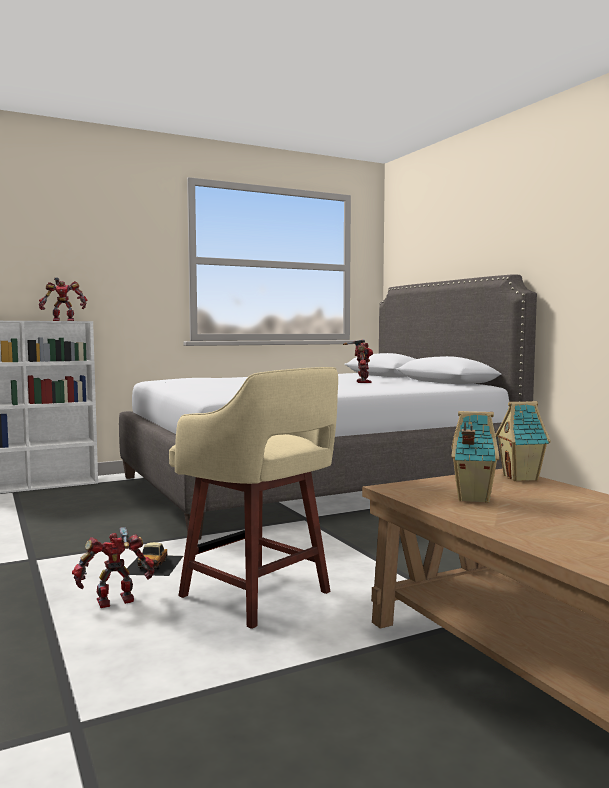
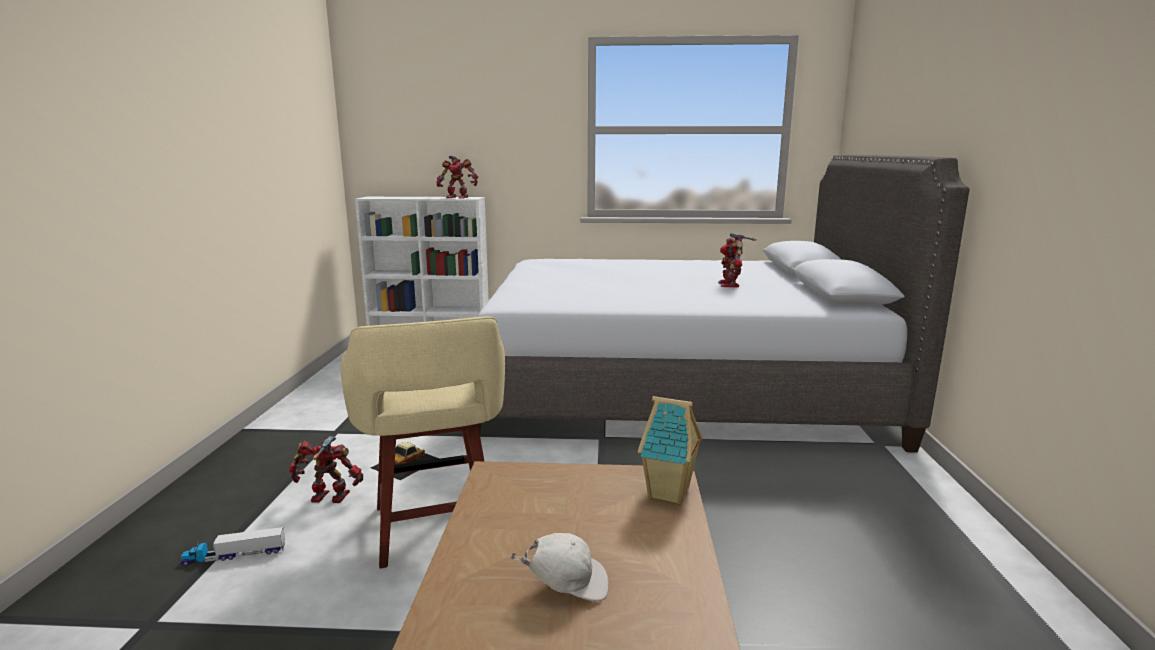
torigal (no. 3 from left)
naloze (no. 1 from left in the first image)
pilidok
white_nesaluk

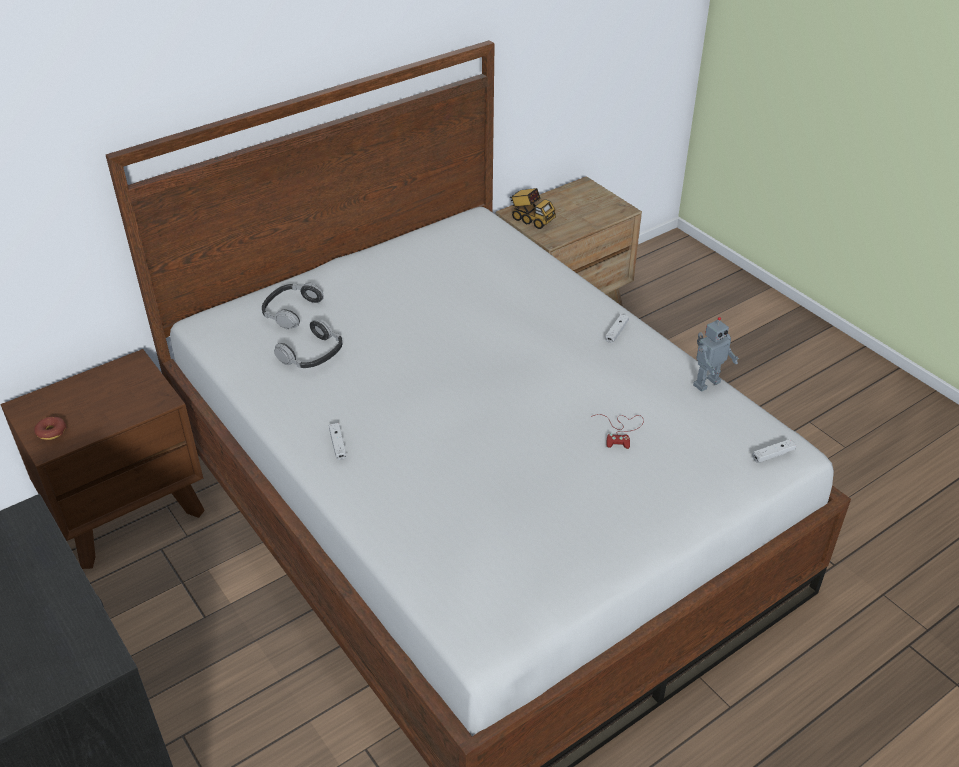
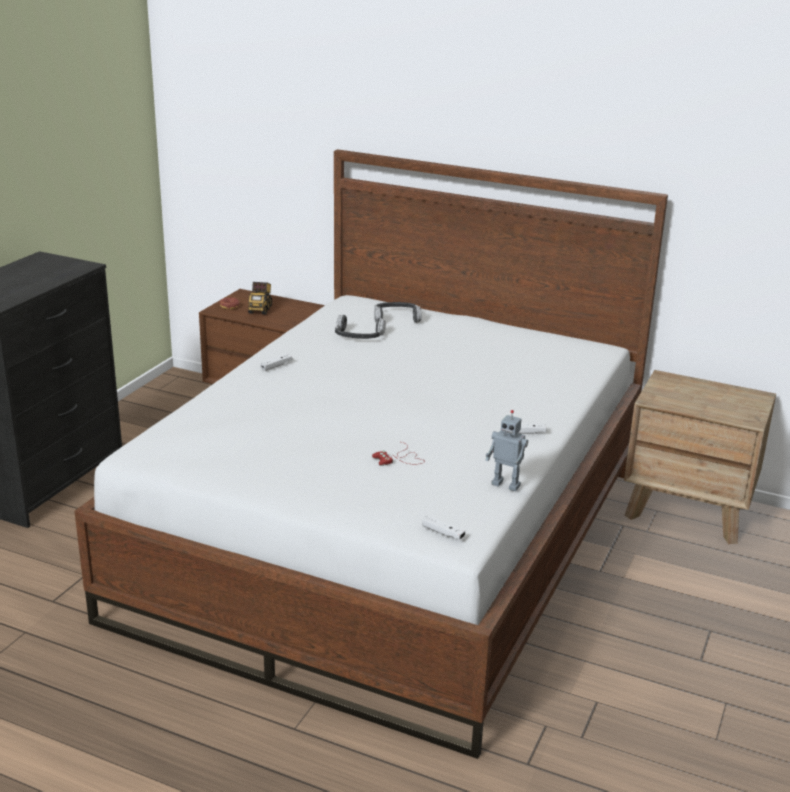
pilidok

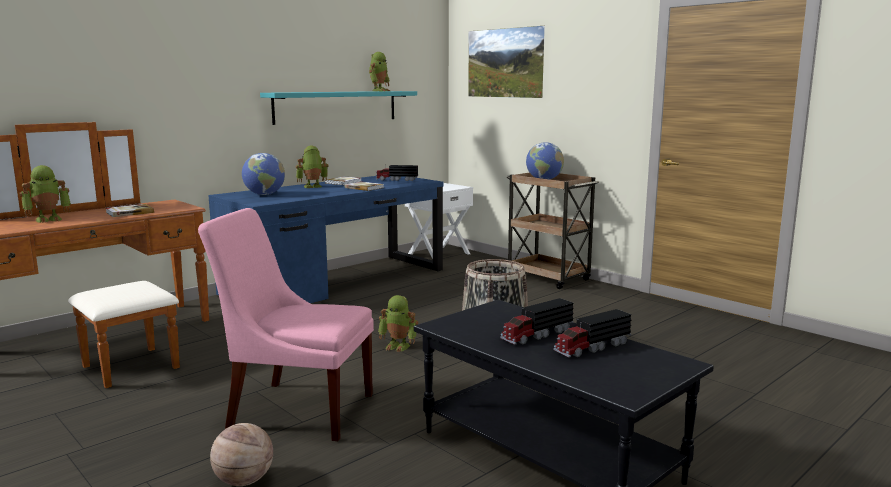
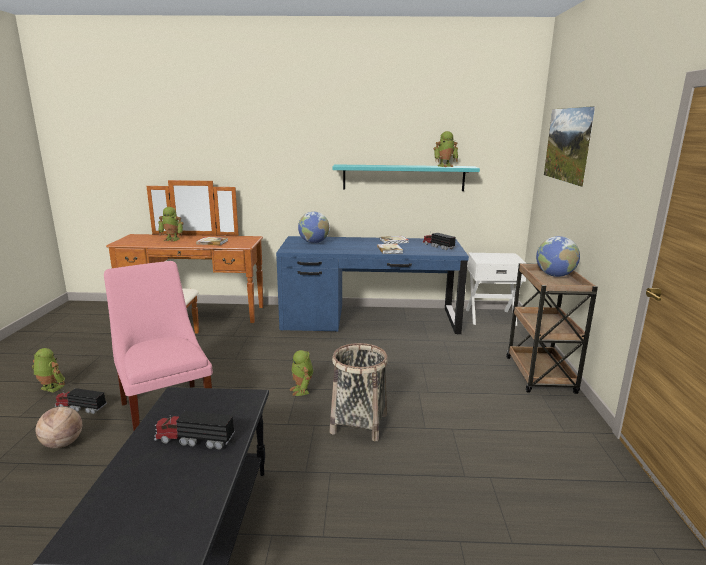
torigal (no. 1 from left)
pilidok (no. 1 from left)

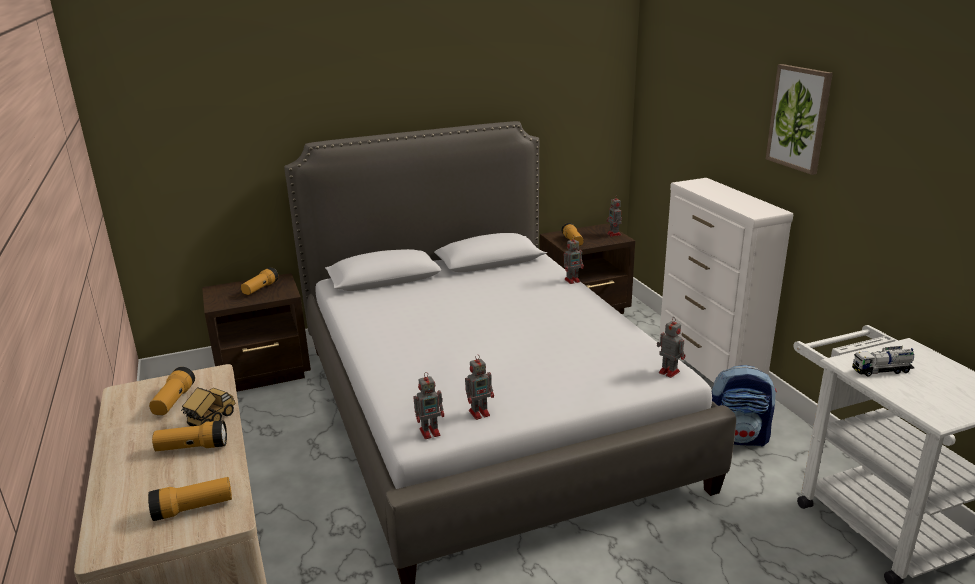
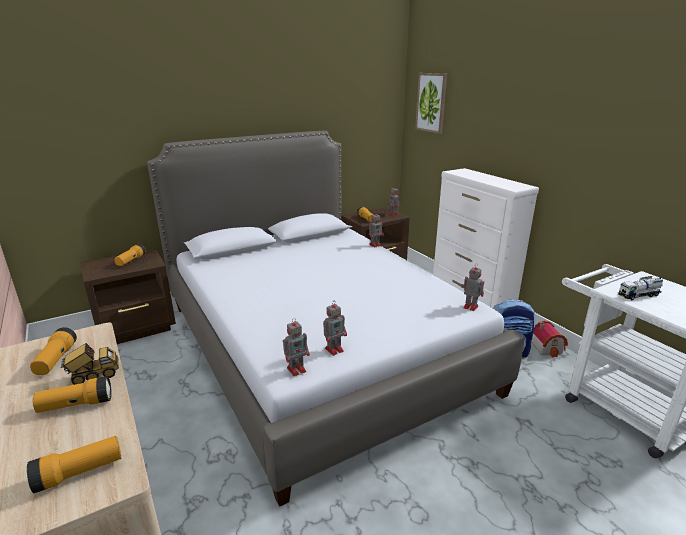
pilidok (no. 1 from left)
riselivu
naloze

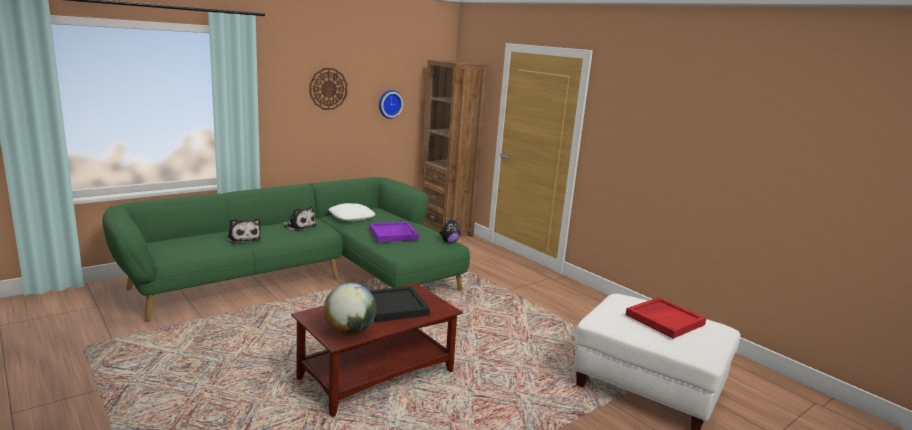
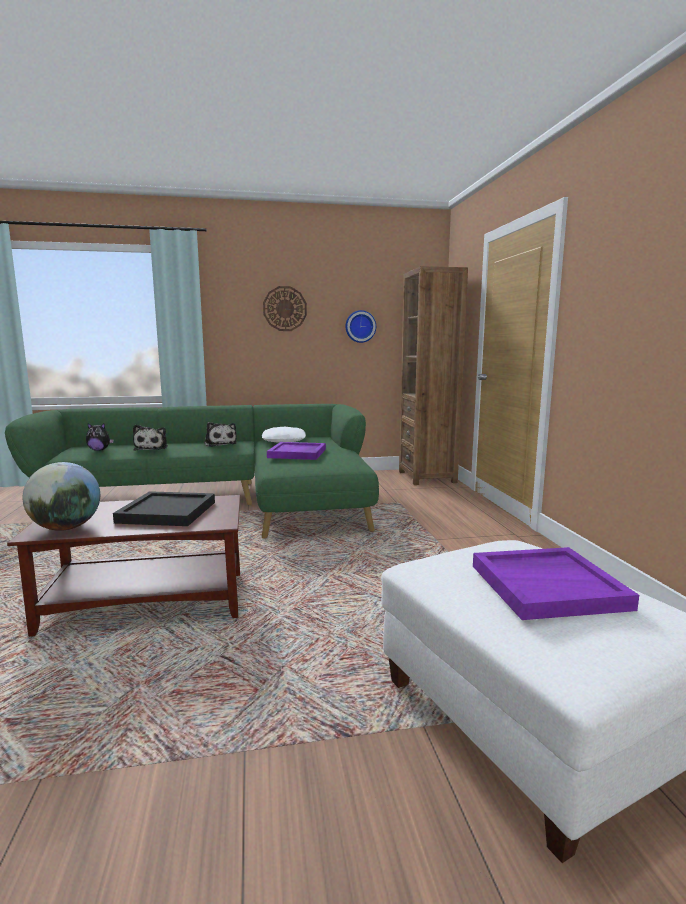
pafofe (no. 1 from left)
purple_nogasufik (no. 2 from left)

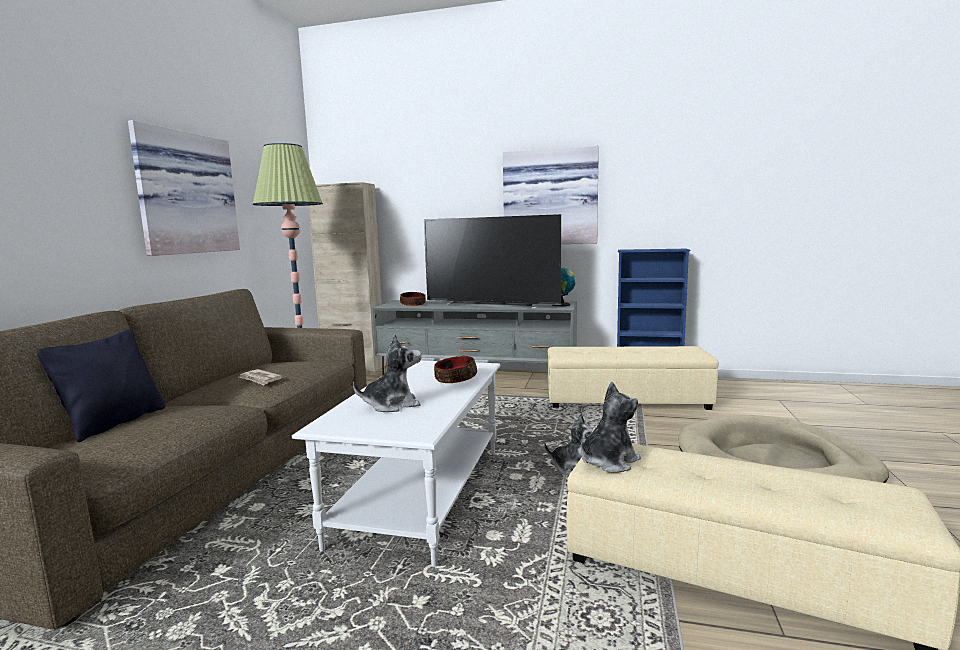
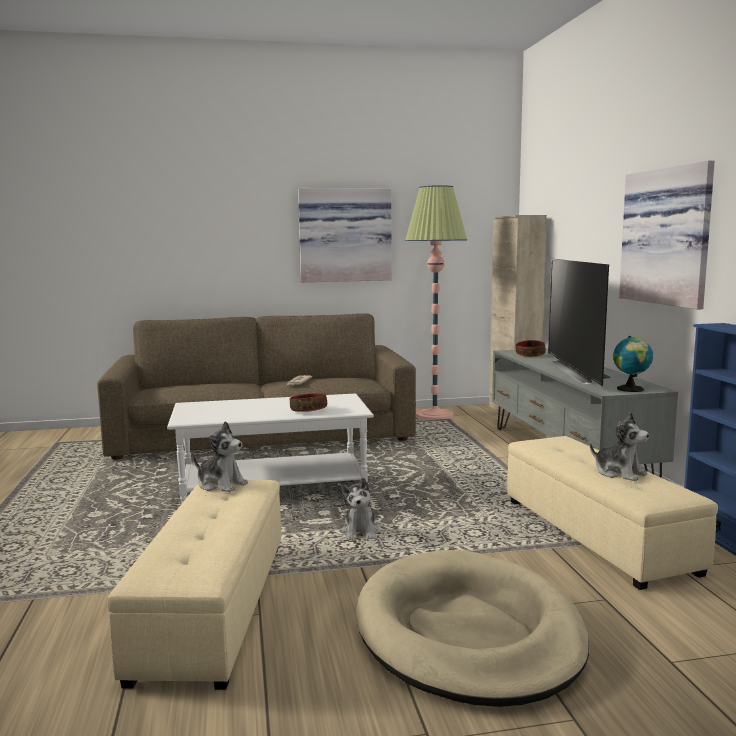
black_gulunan
pafofe (no. 3 from left)

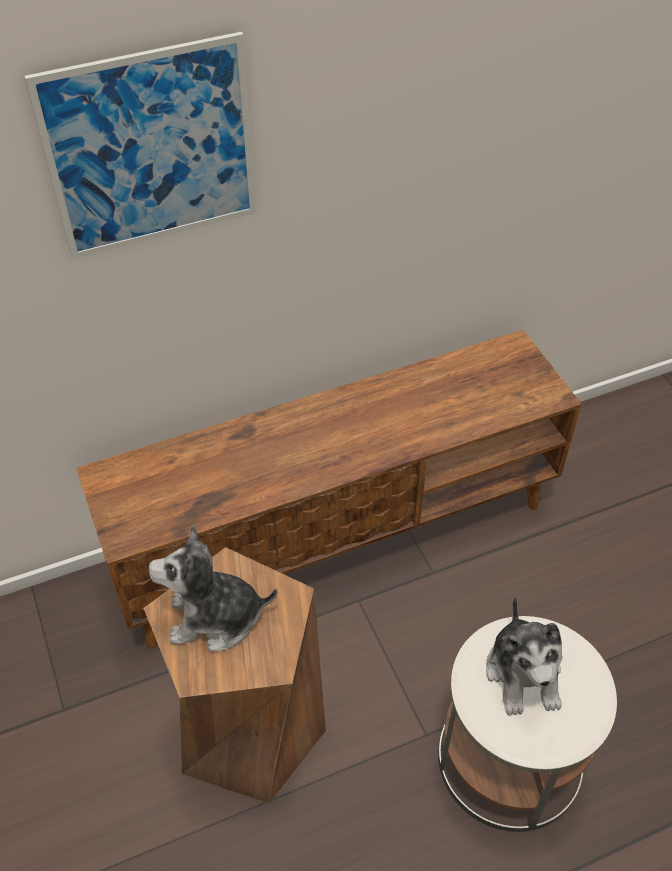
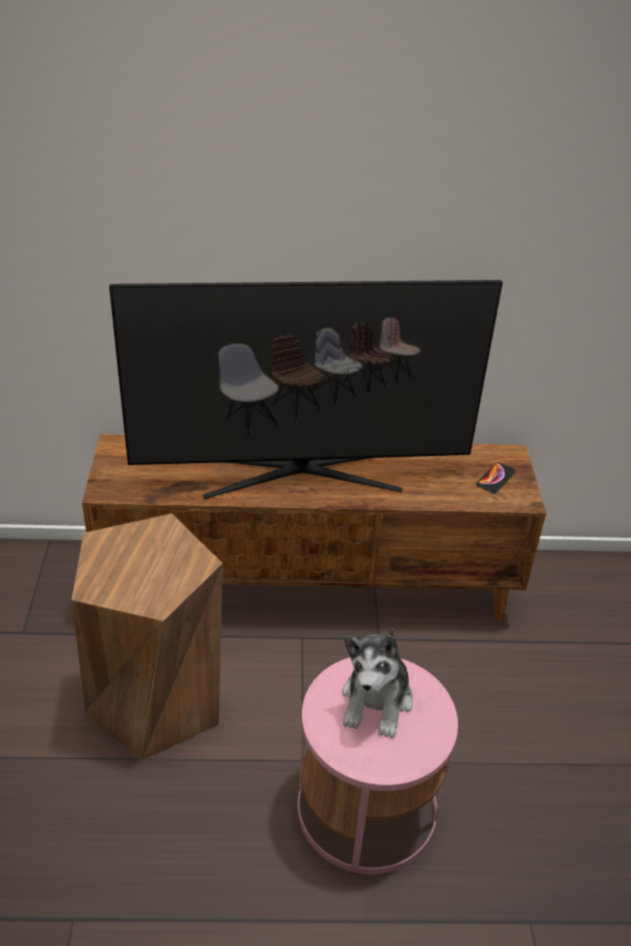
riselivu
pafofe (no. 1 from left in the first image)
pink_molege
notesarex
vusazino

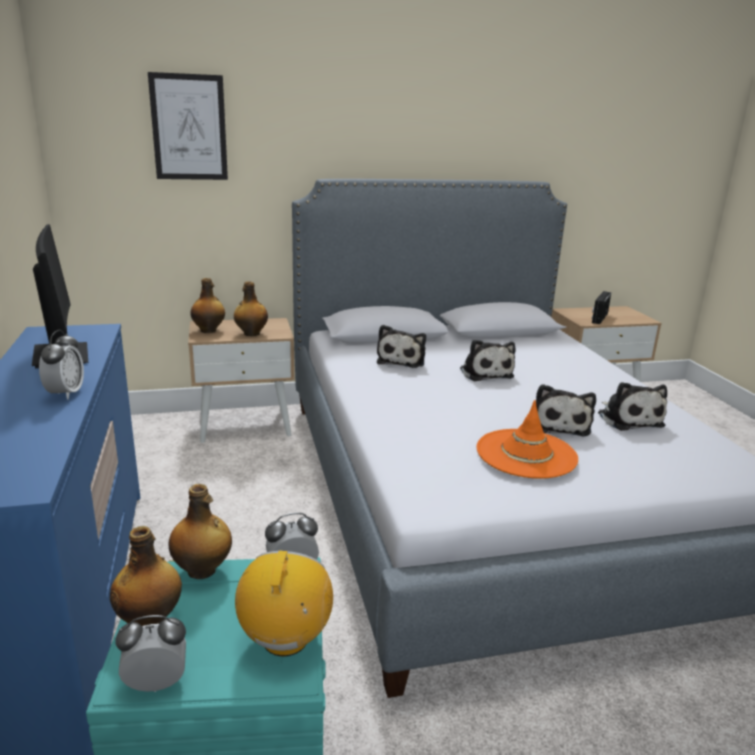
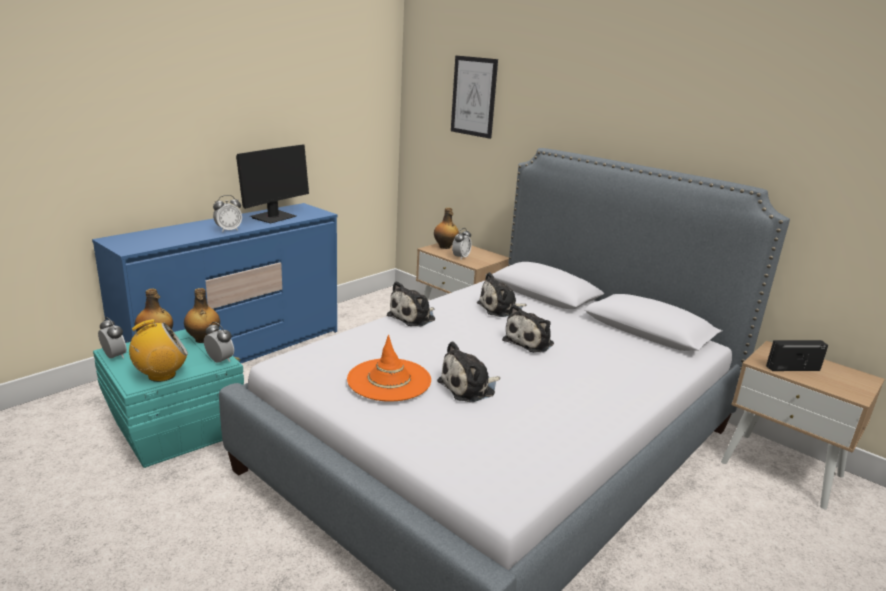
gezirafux (no. 4 from left)
pafofe (no. 1 from left)

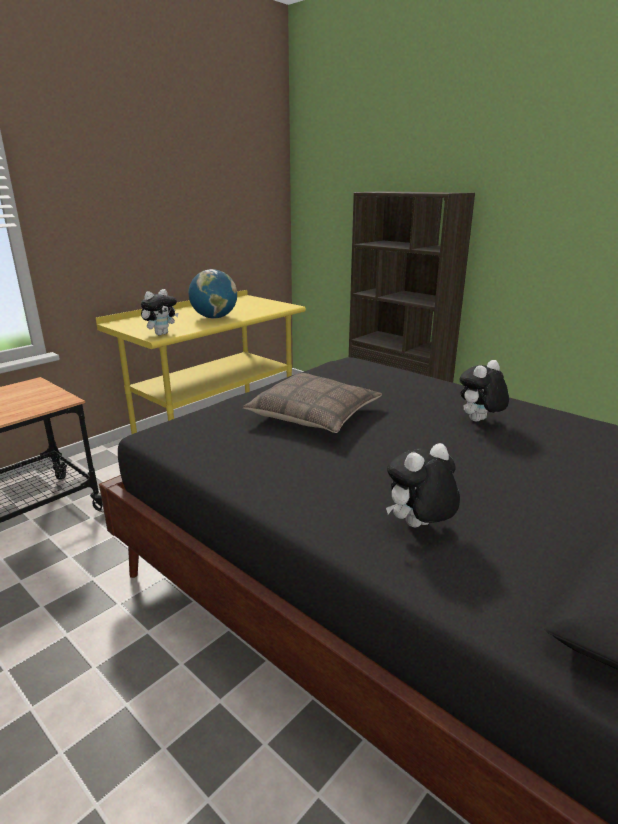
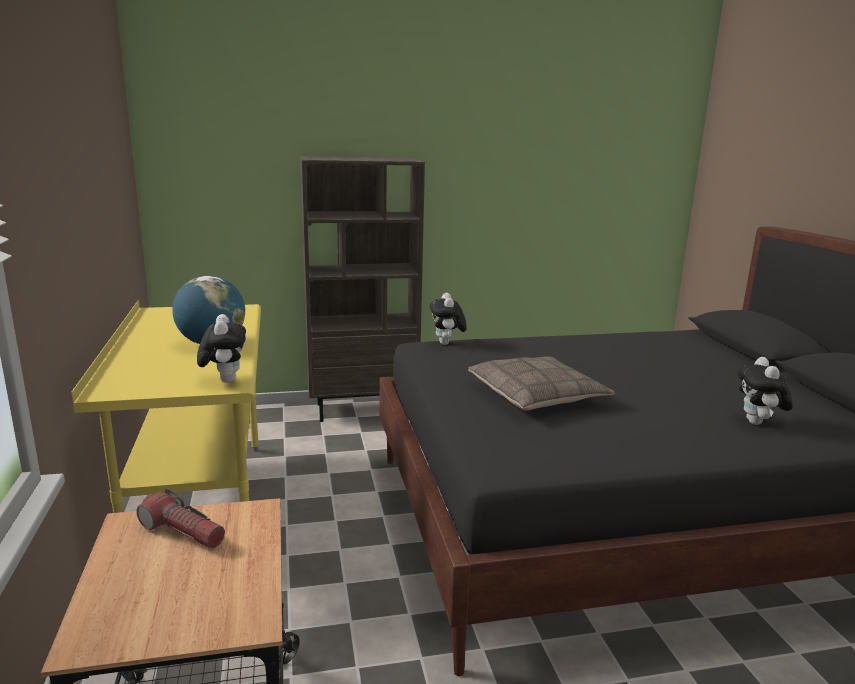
pafofe (no. 2 from left)
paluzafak

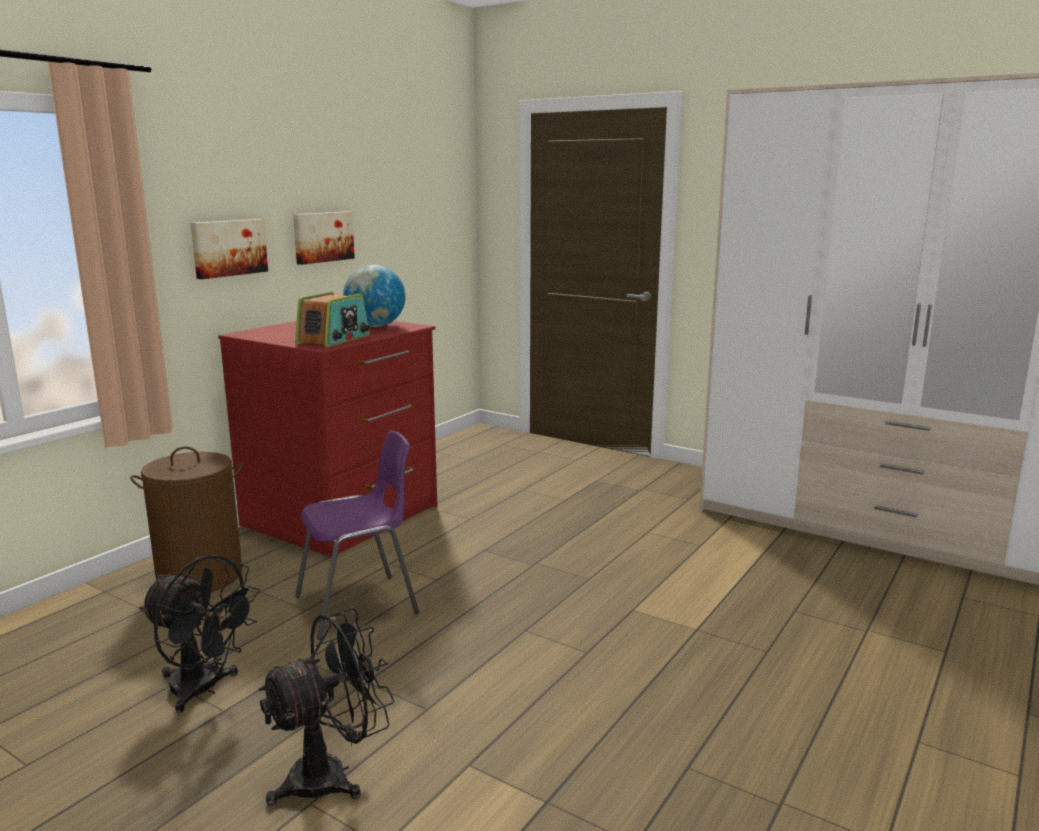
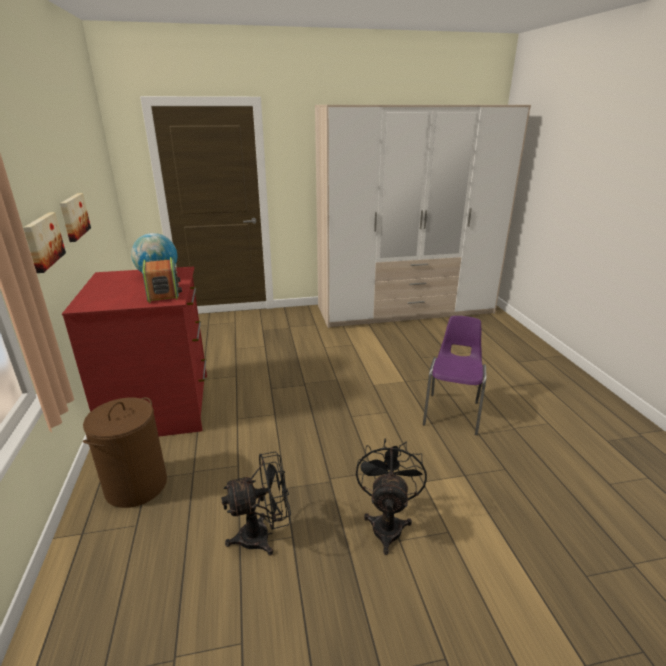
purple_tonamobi

